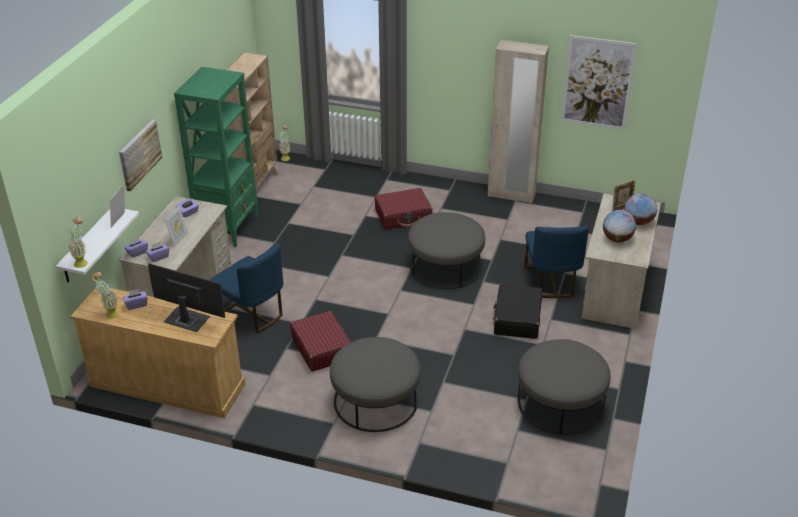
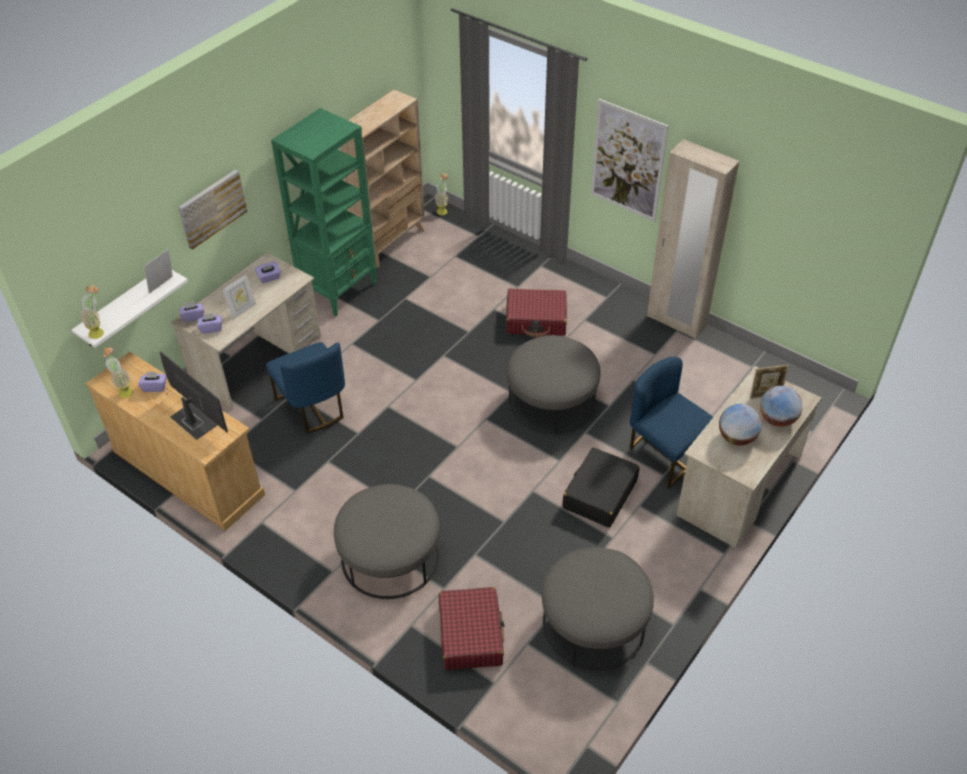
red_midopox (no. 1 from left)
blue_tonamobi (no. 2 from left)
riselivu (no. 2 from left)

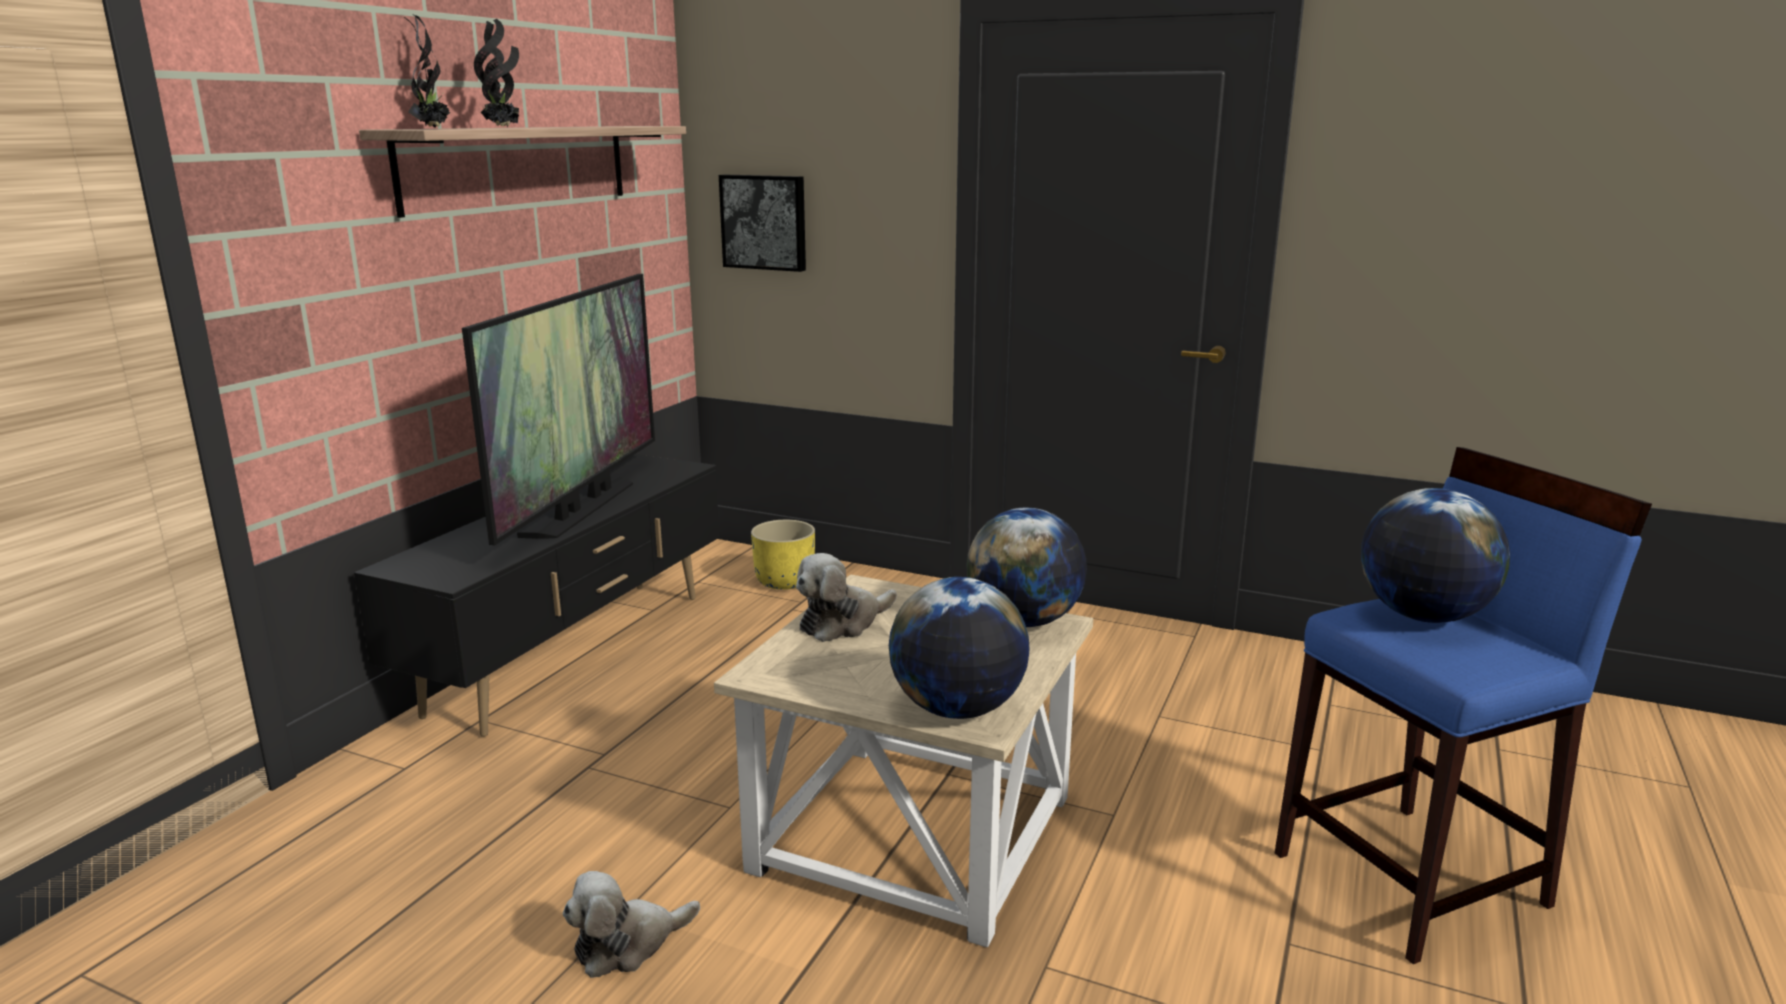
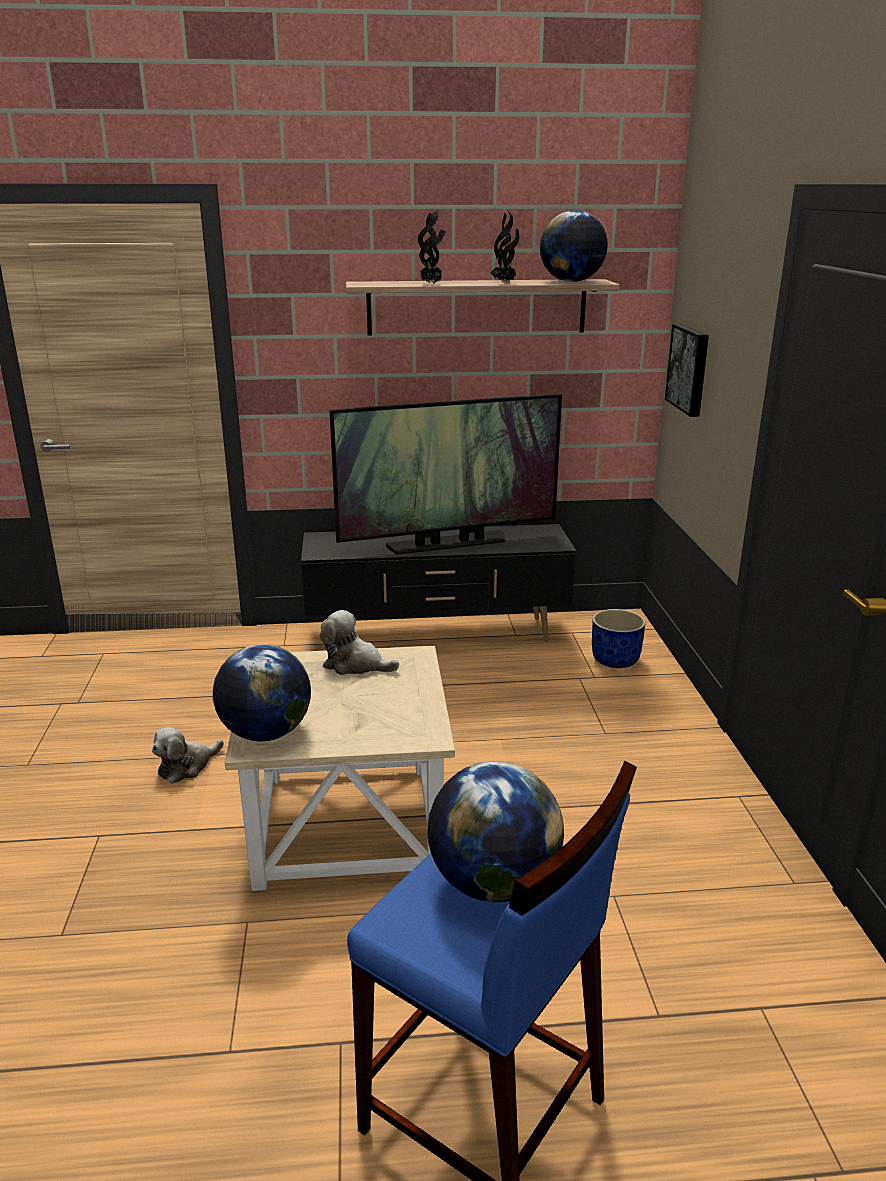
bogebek (no. 2 from left)
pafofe (no. 1 from left)
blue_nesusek
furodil (no. 3 from left)

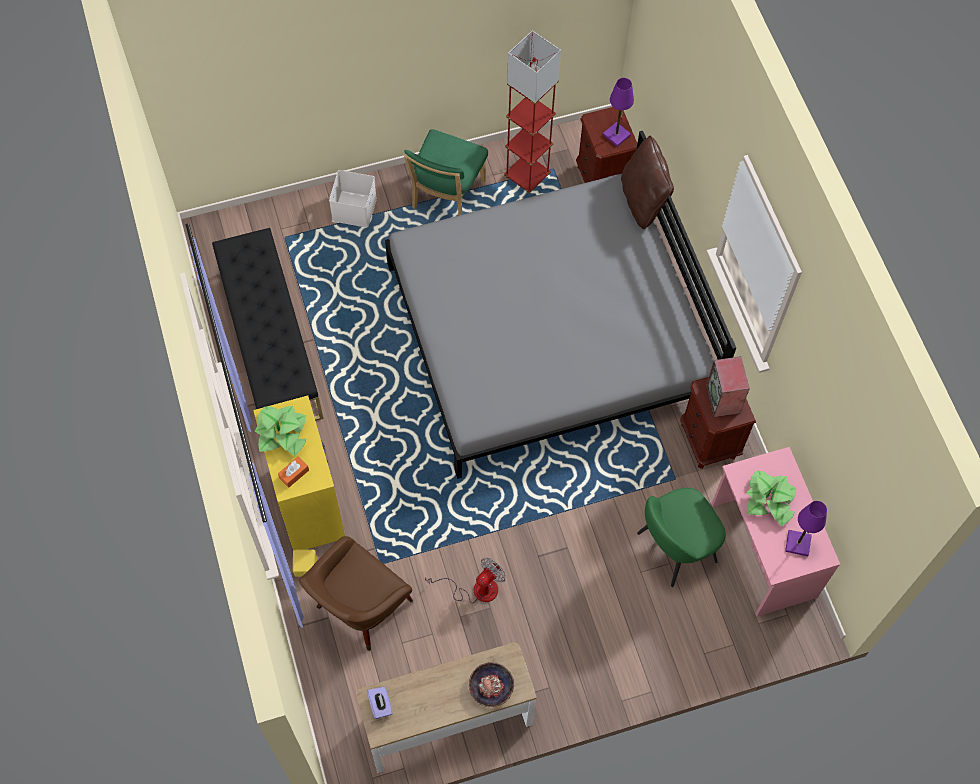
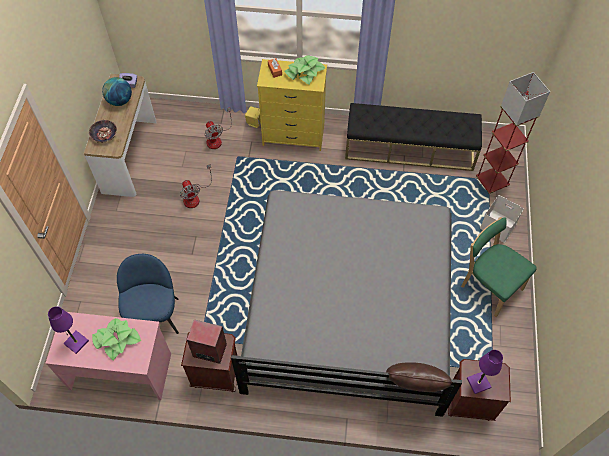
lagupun (no. 2 from left)
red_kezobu
blue_tonamobi
furodil

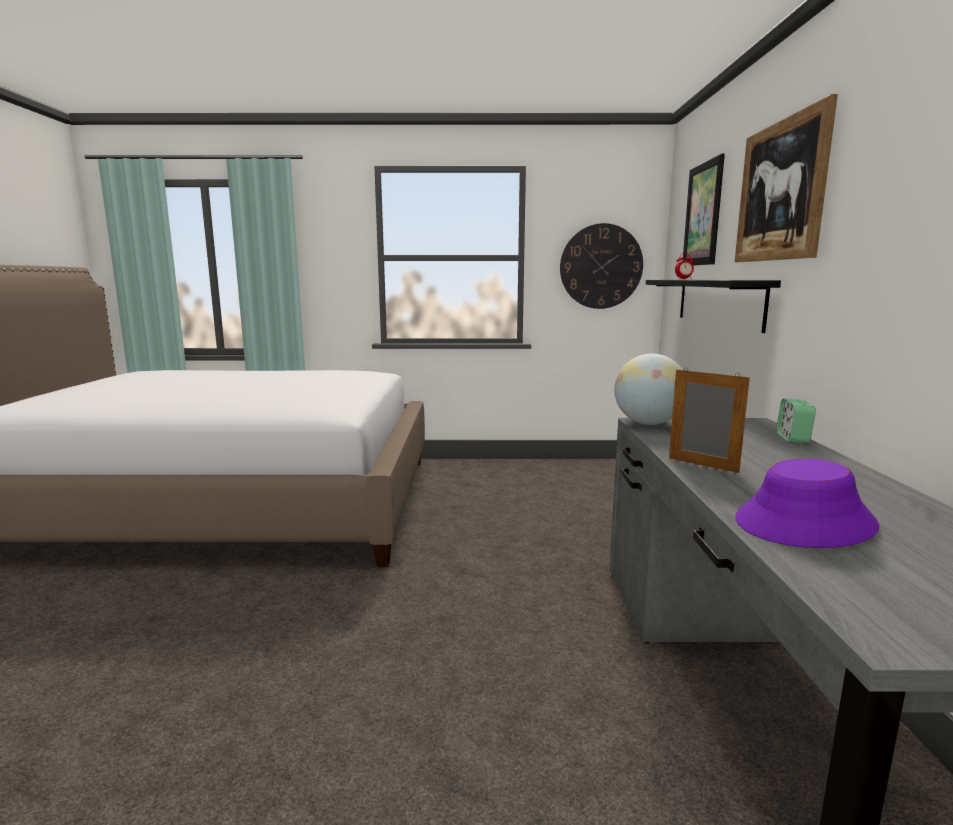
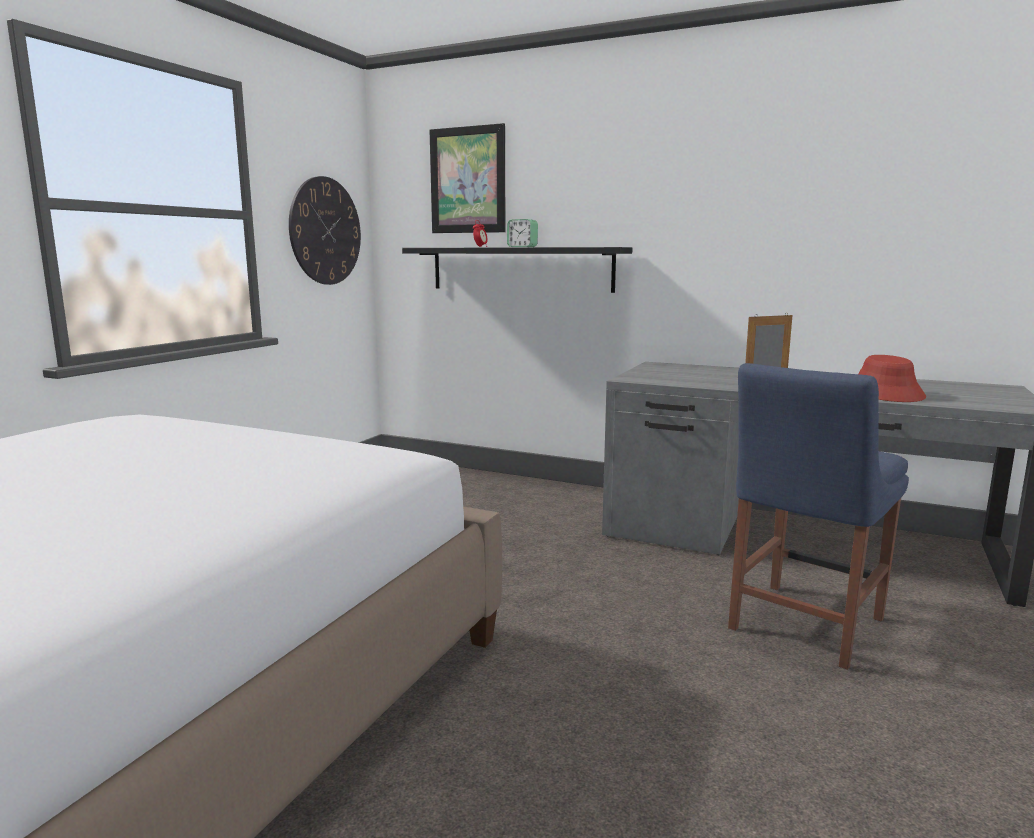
furodil
riselivu (no. 2 from left in the first image)
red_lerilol
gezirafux (no. 2 from left)
blue_tonamobi

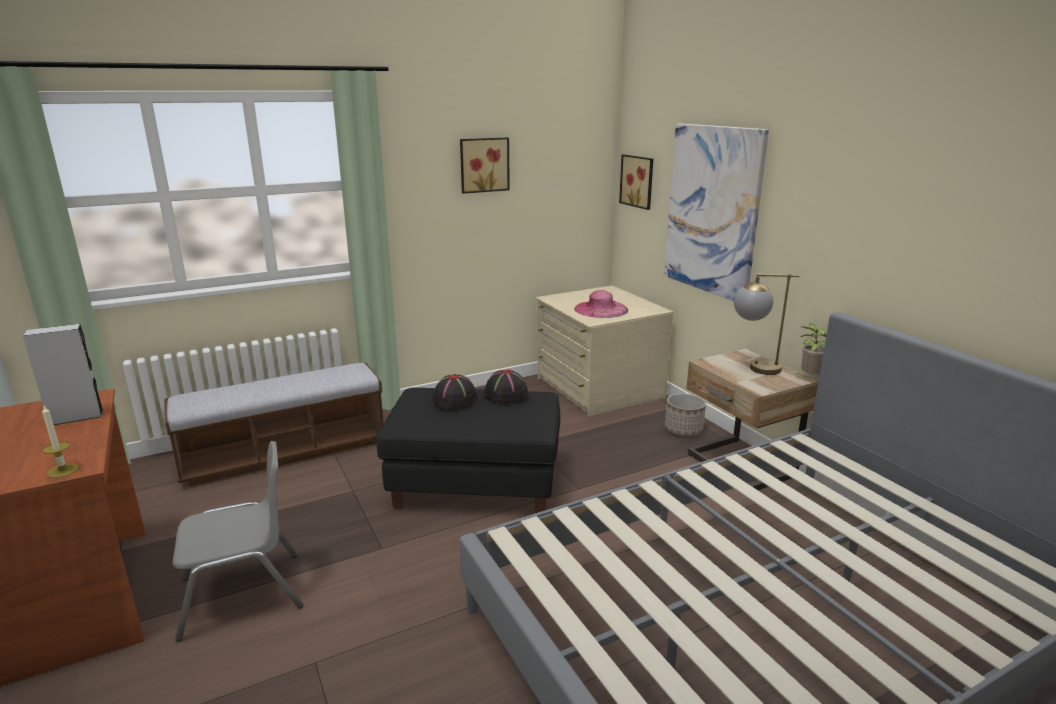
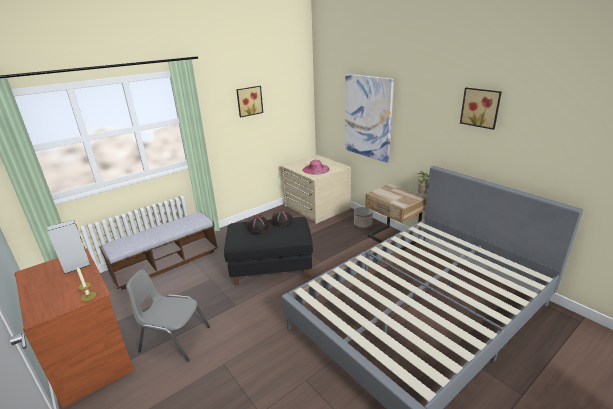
grey_tonamobi
riselivu (no. 3 from left)
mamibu

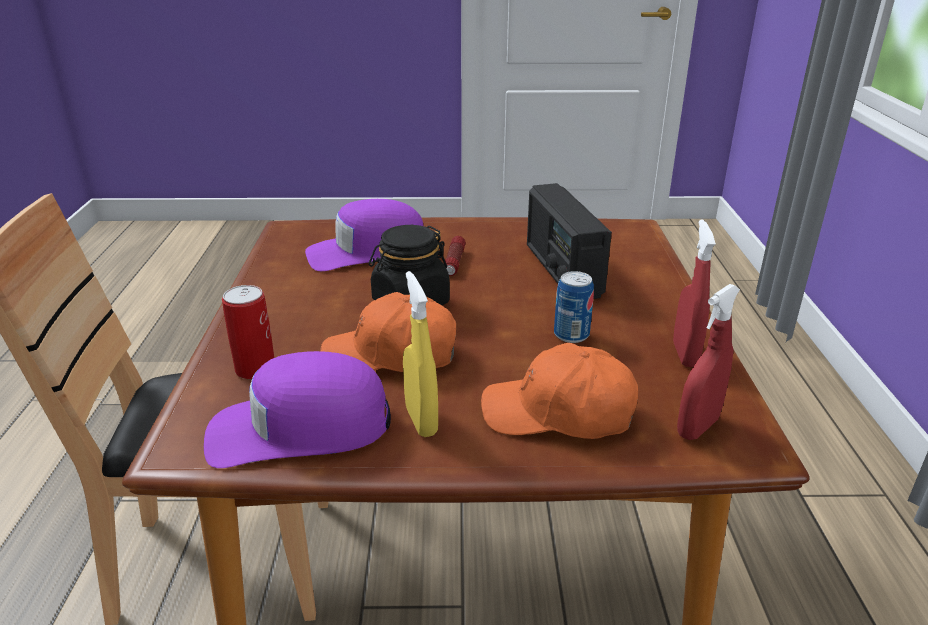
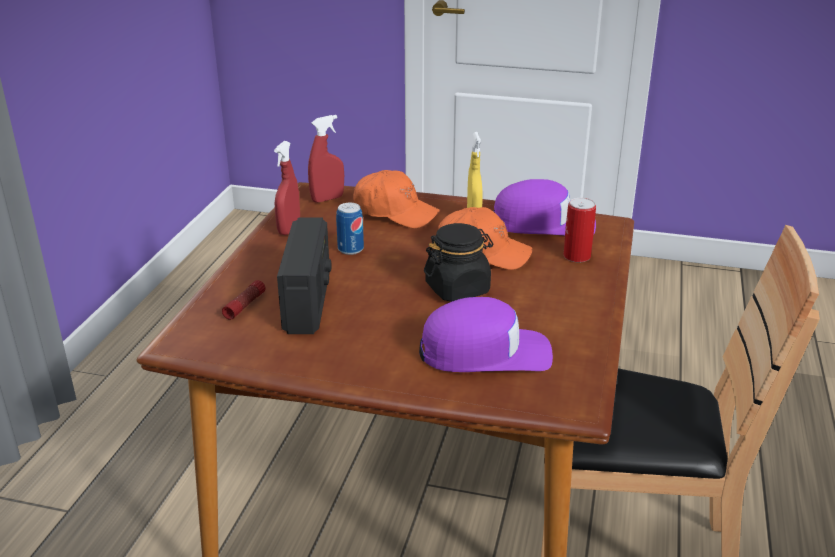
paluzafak

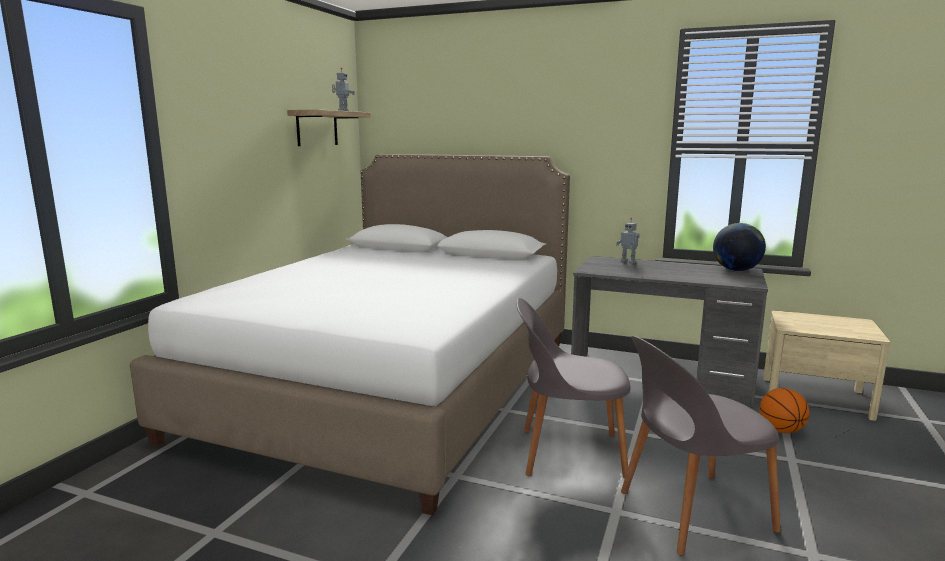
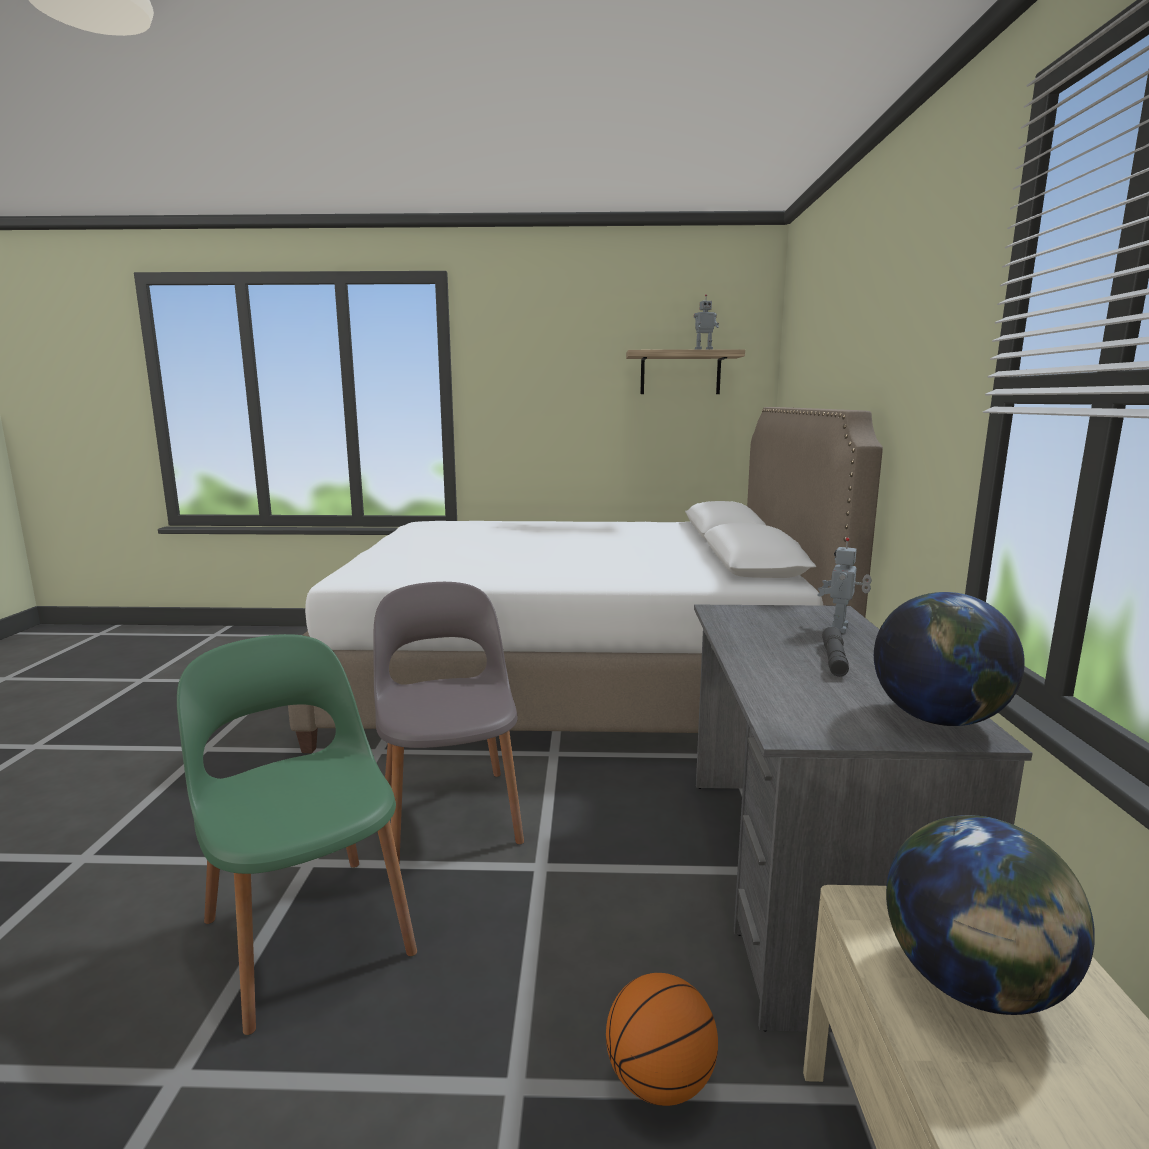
green_tonamobi
grey_paluzafak
furodil (no. 2 from left)

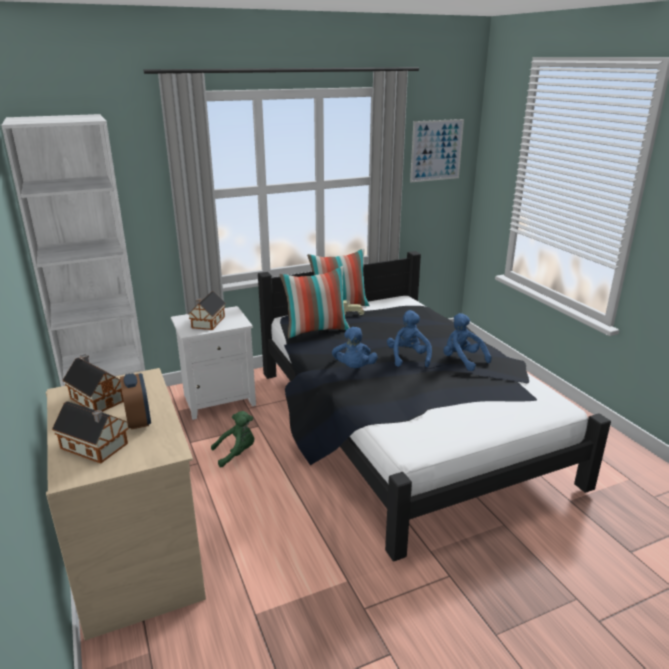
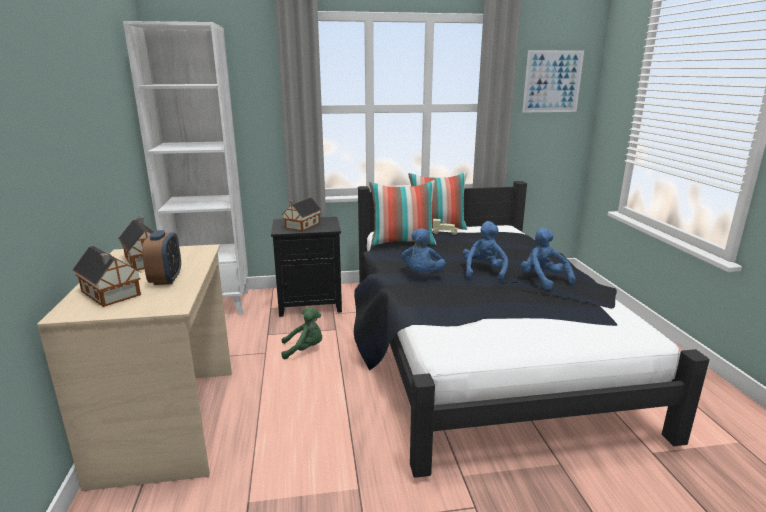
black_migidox

